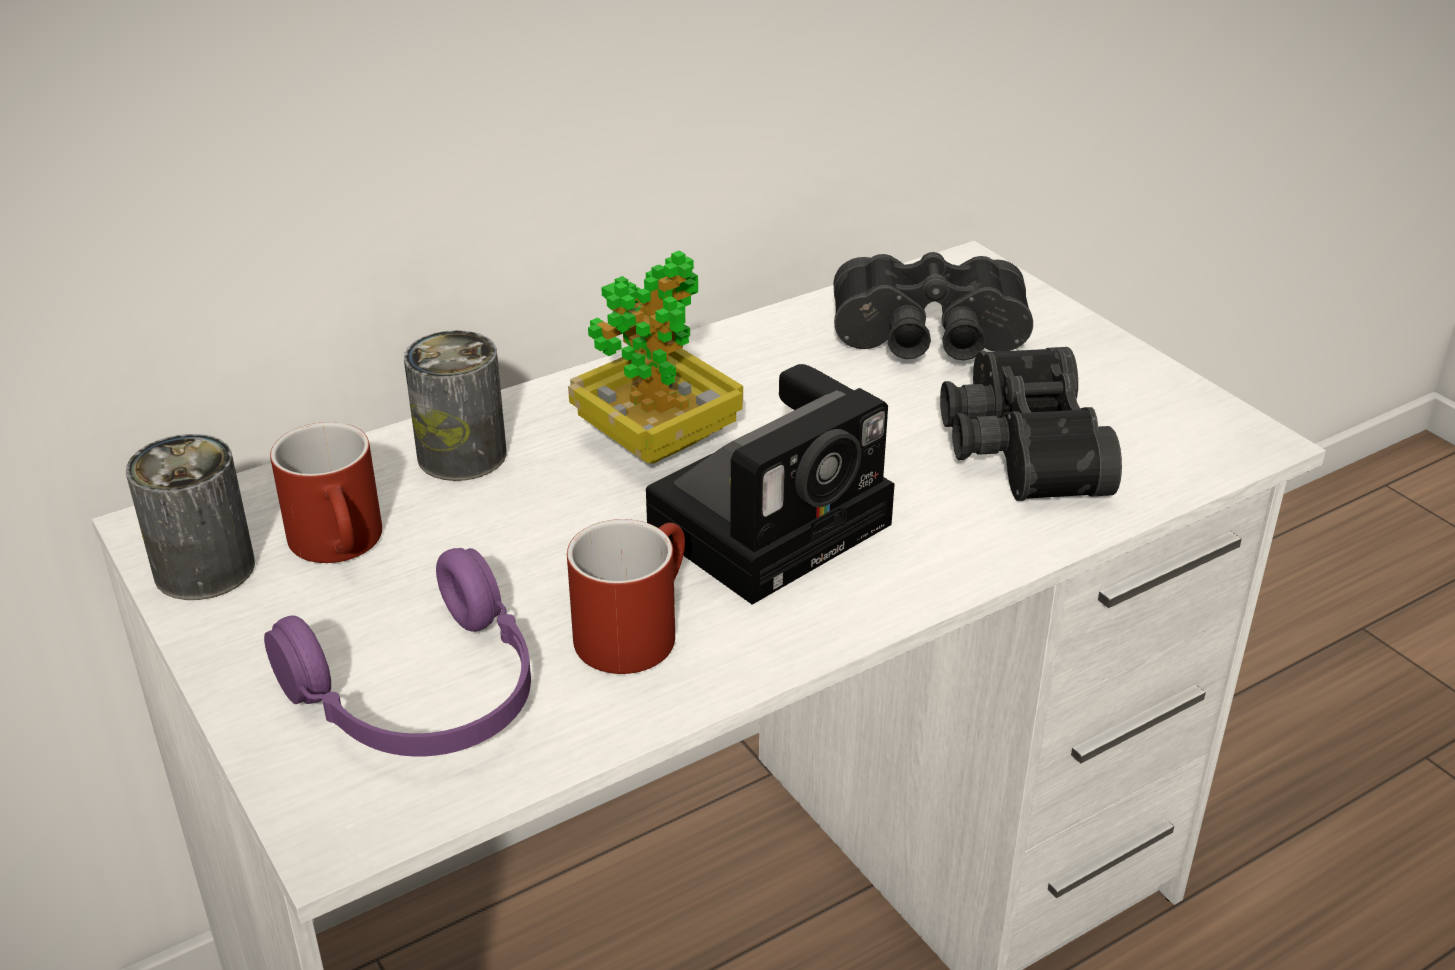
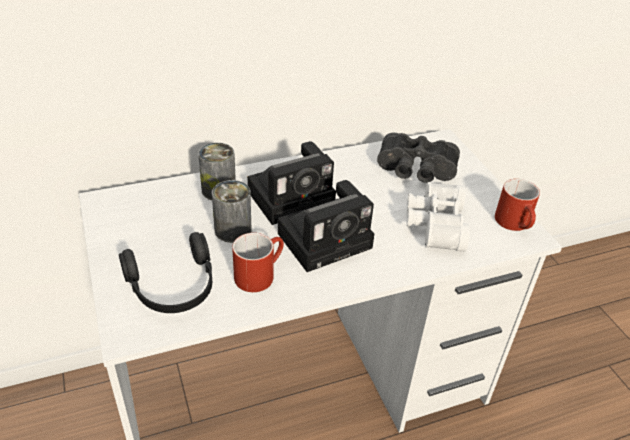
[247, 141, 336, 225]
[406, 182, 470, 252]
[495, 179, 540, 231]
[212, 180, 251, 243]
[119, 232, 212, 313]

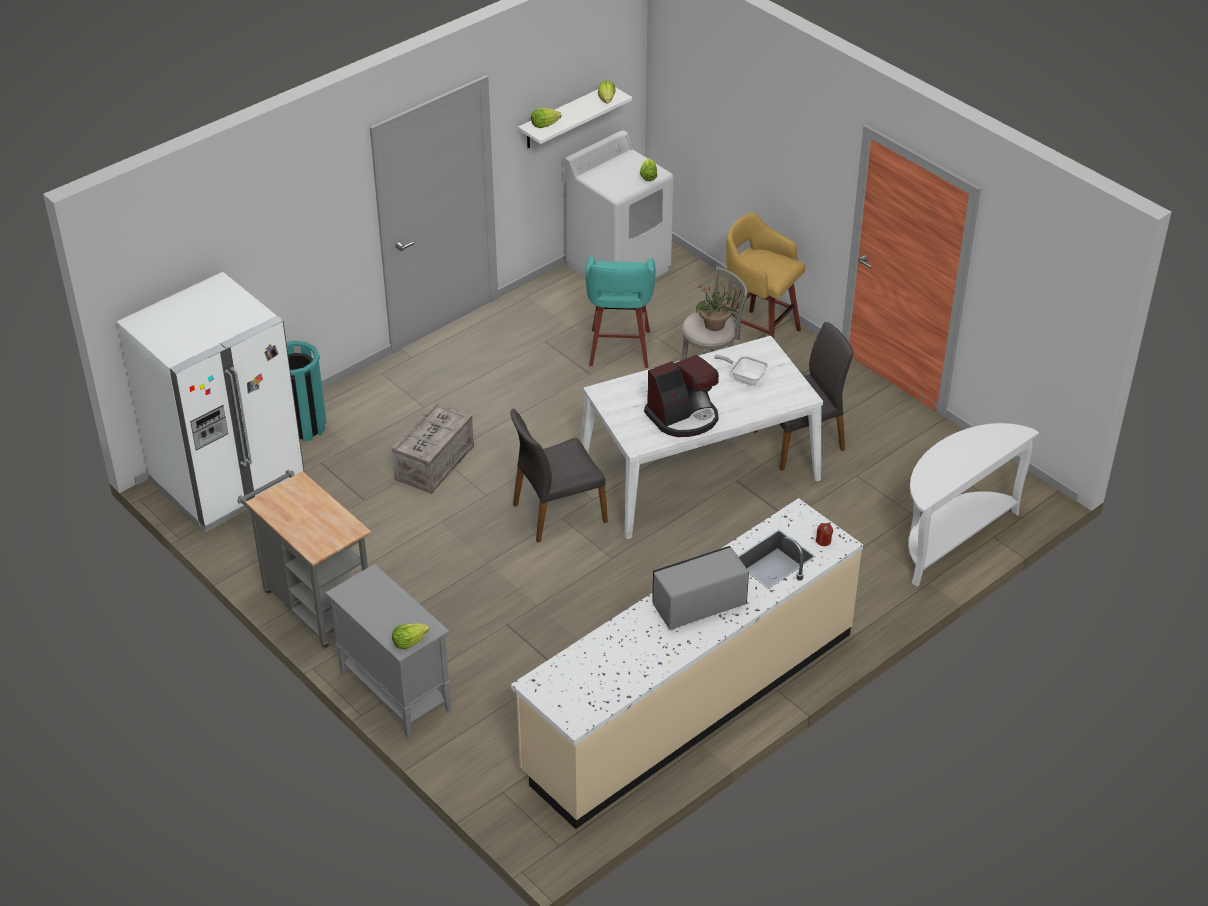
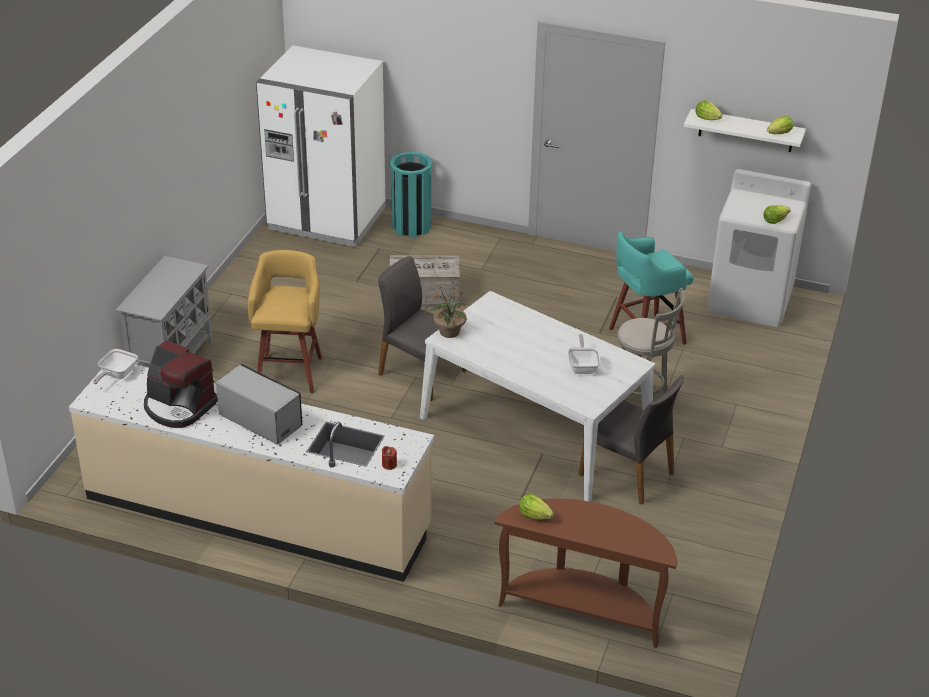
[248, 250, 322, 393]
[429, 285, 467, 338]
[144, 340, 218, 428]
[494, 498, 678, 648]
[237, 470, 371, 649] (first image)
[519, 494, 554, 520]
[93, 349, 138, 384]

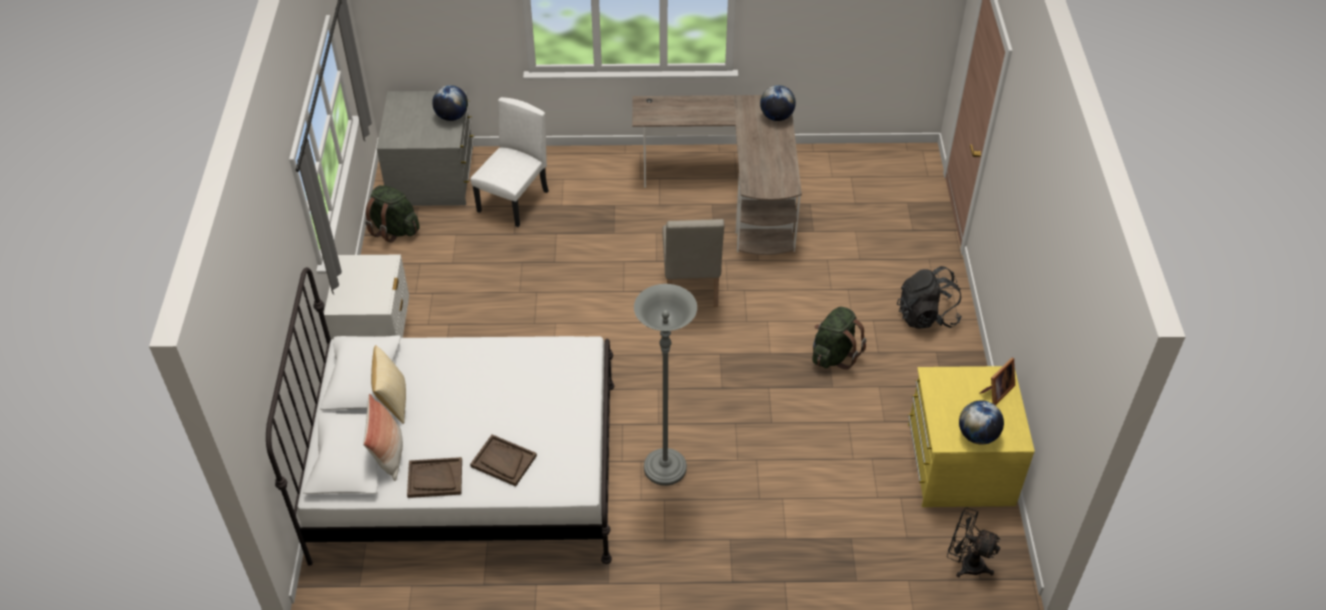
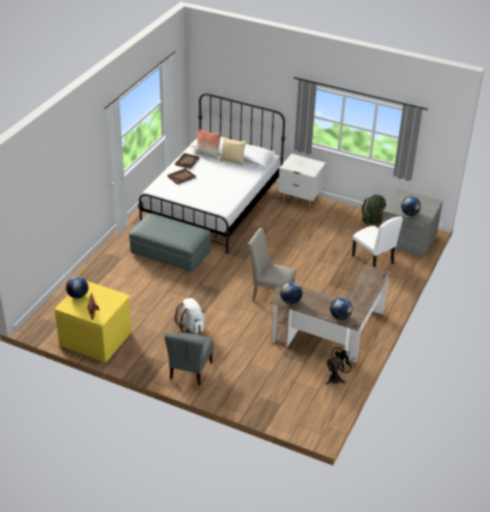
[164, 333, 214, 385]
[129, 213, 211, 272]
[174, 298, 204, 334]
[326, 345, 355, 385]
[280, 282, 302, 304]

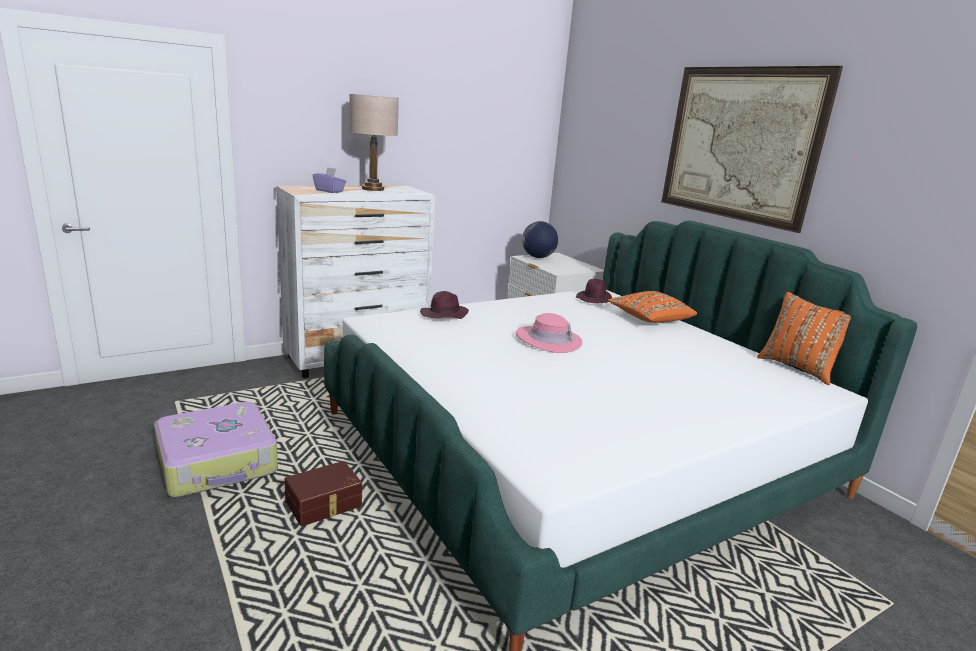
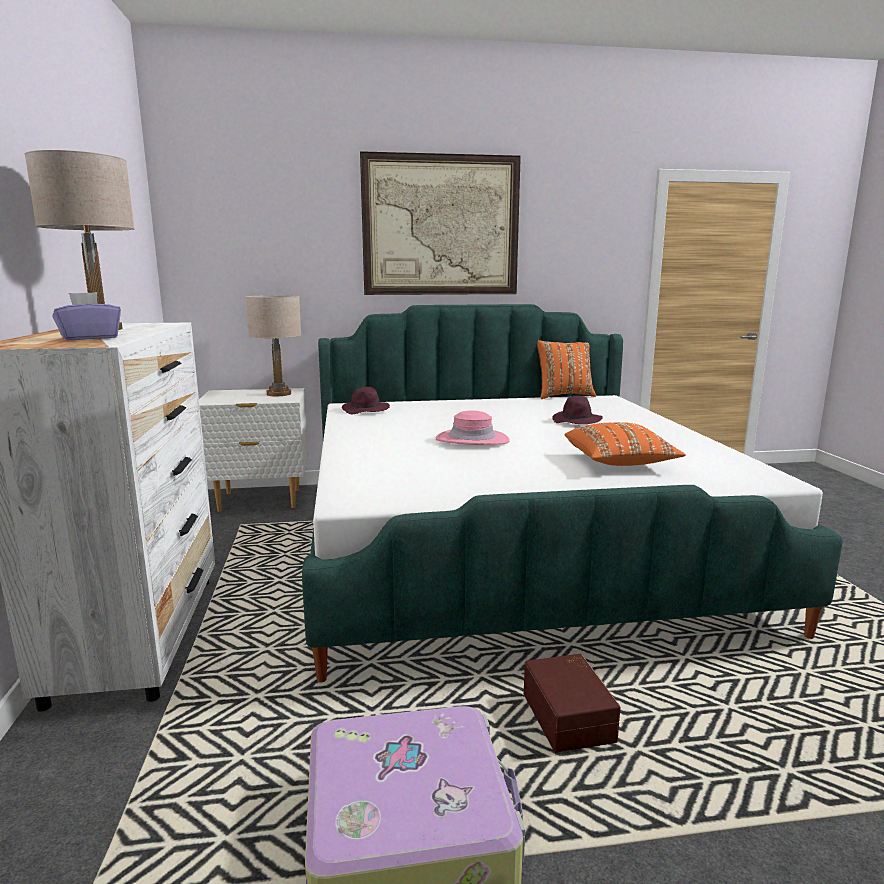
[522, 221, 558, 258] (first image)
[552, 396, 603, 424]
[564, 422, 686, 466]
[246, 295, 301, 396]

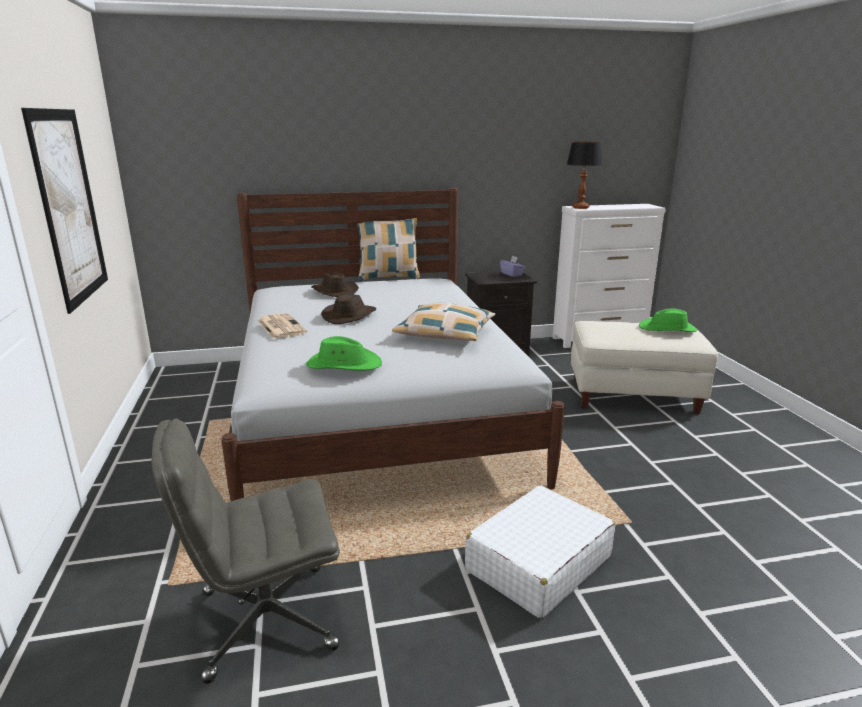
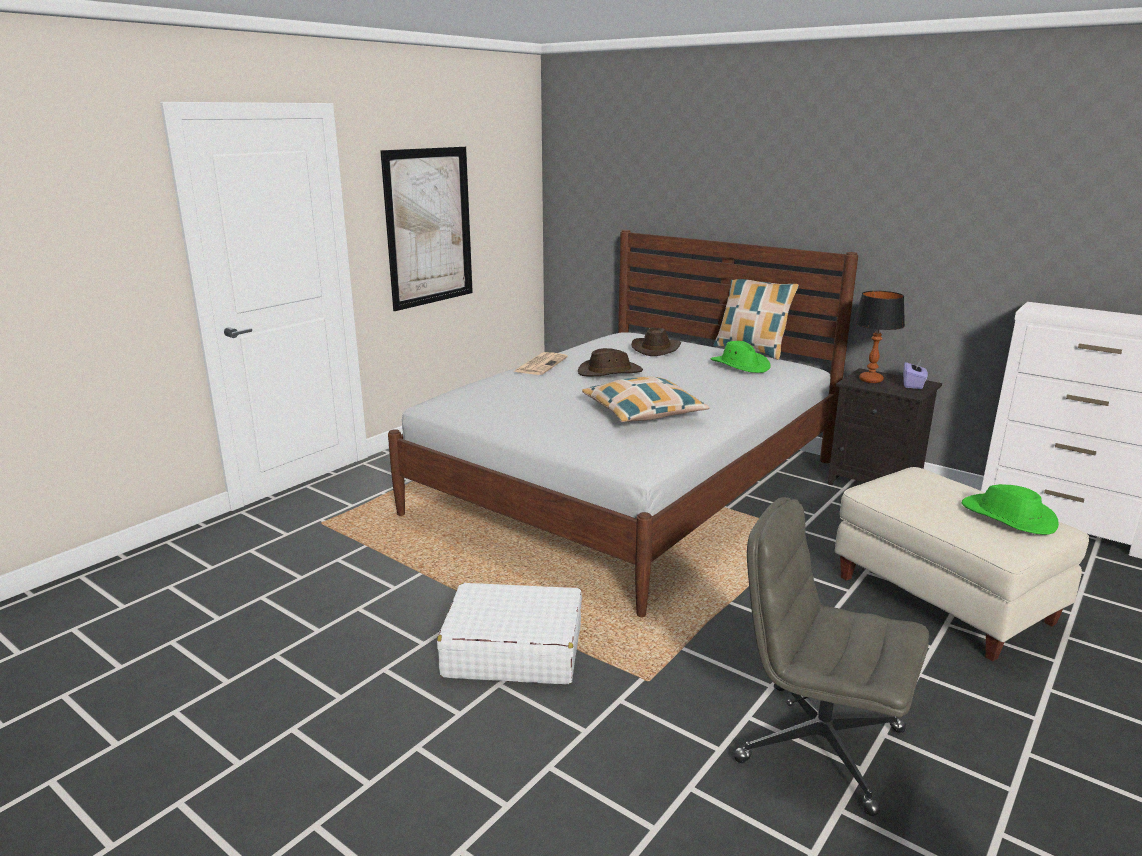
[853, 291, 905, 383]
[710, 341, 771, 373]
[734, 497, 929, 816]

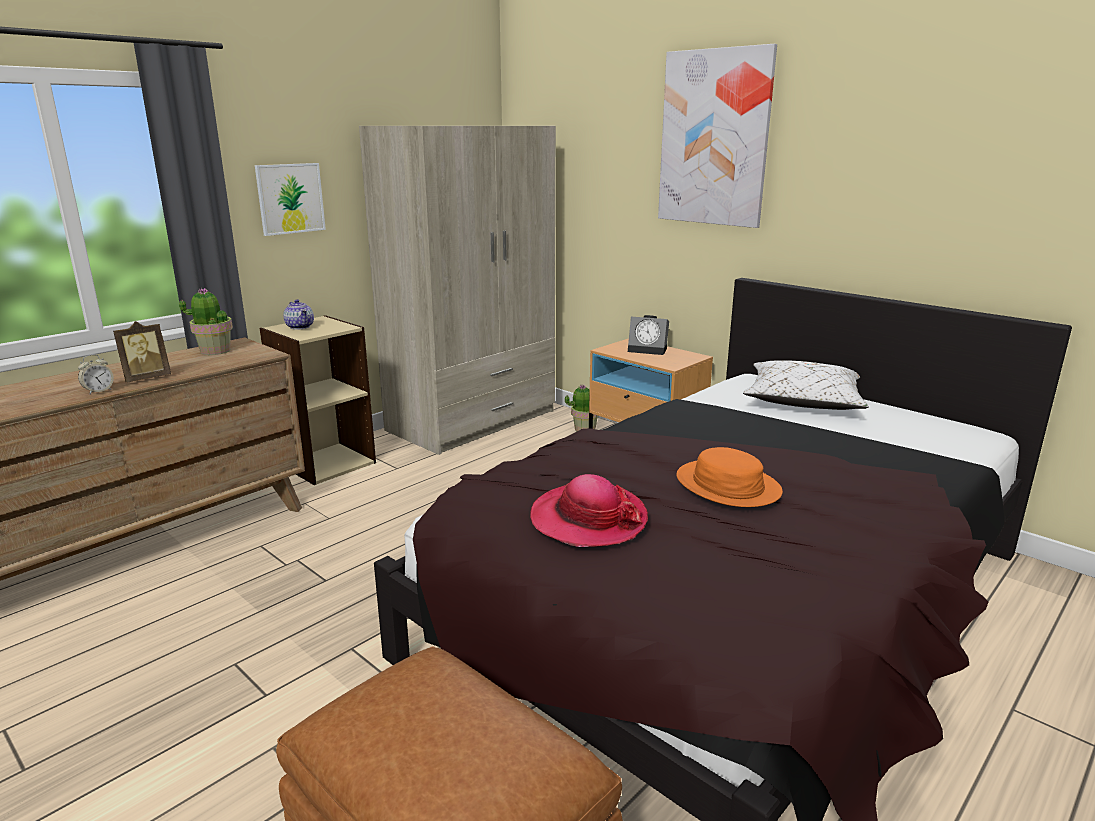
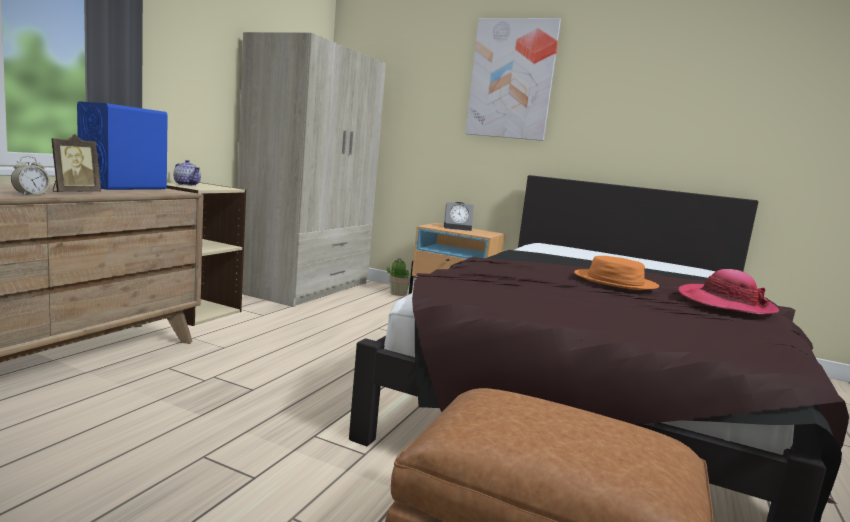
[255, 163, 326, 236] (first image)
[77, 101, 168, 190]
[743, 360, 869, 410] (first image)
[678, 269, 779, 314]

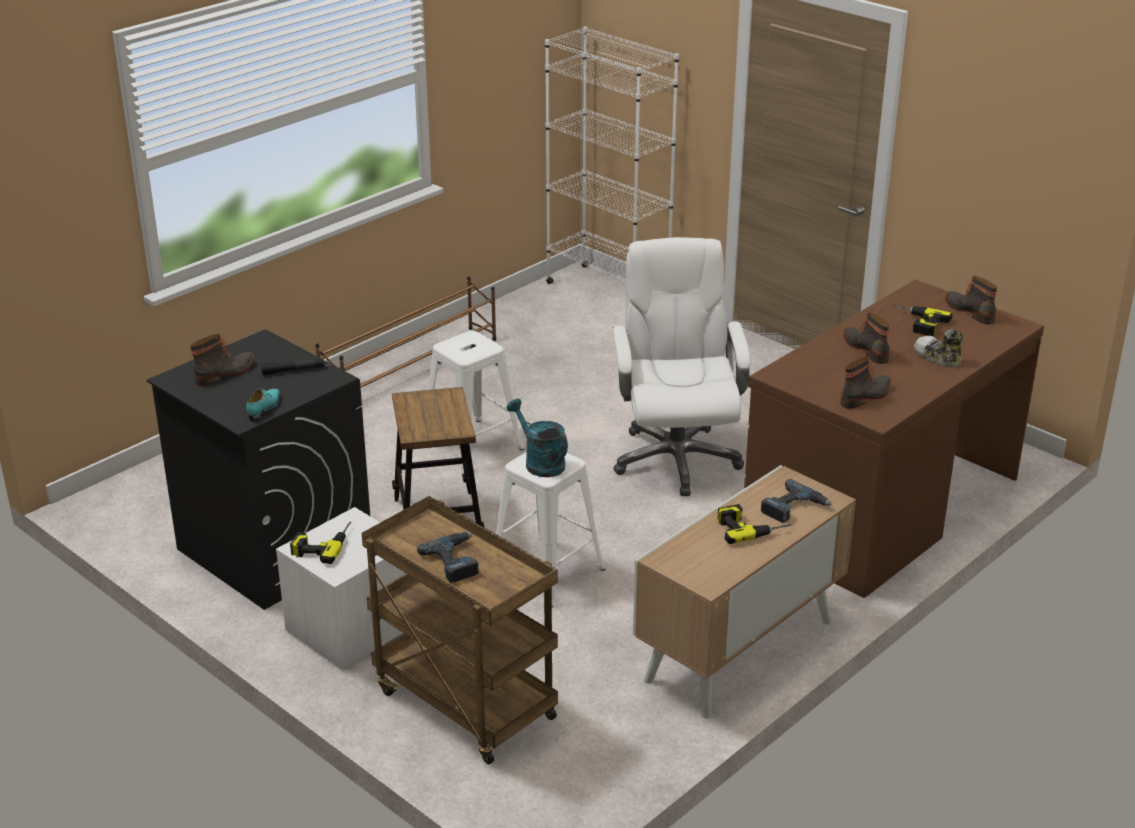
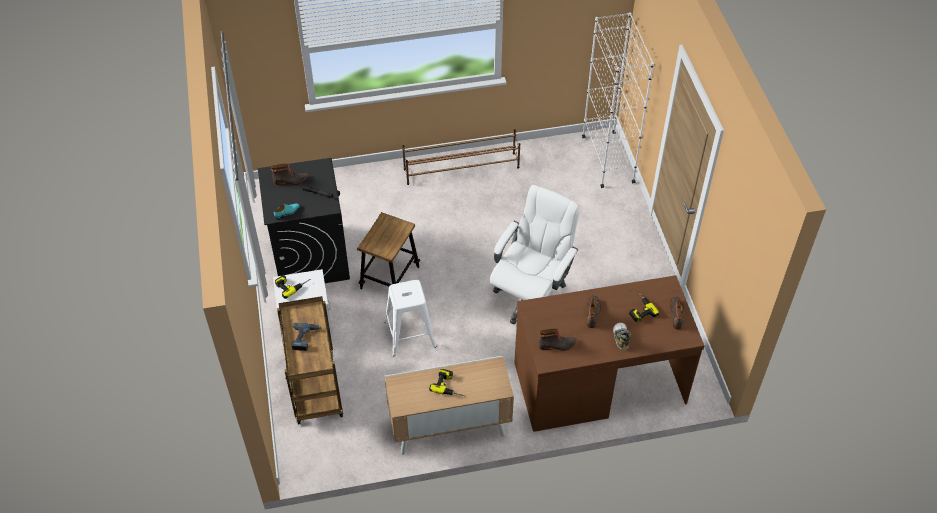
[428, 331, 524, 474] (first image)
[506, 399, 568, 477] (first image)
[761, 479, 832, 523] (first image)

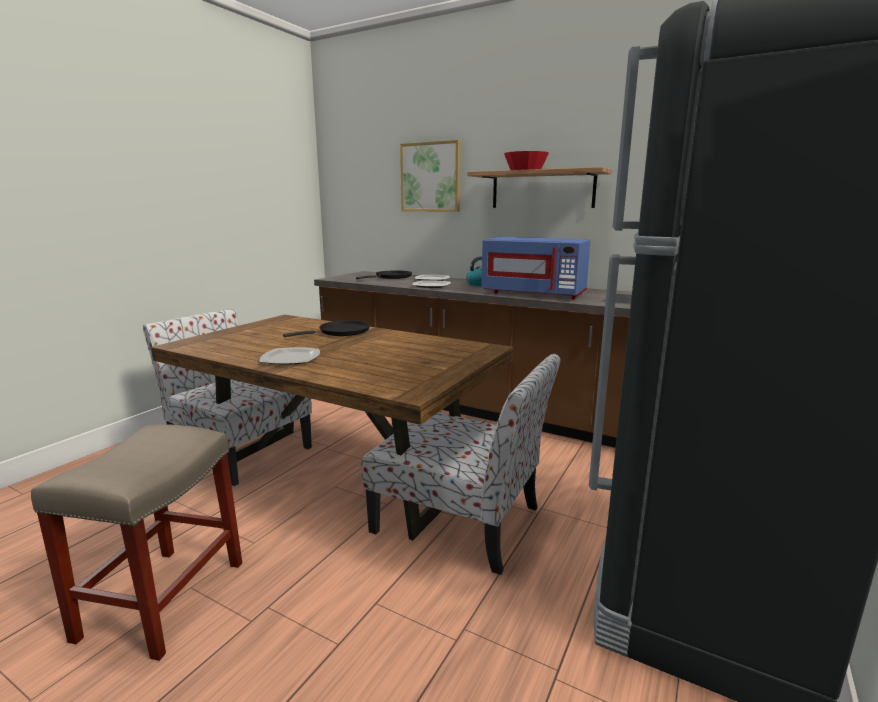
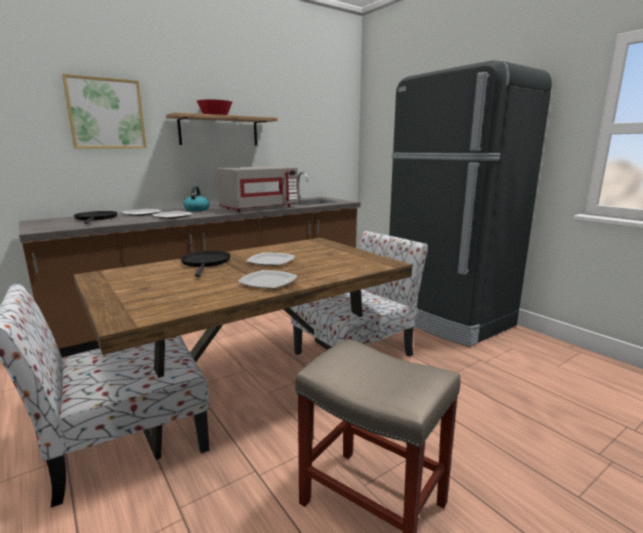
[217, 166, 298, 212]
[246, 253, 295, 266]

